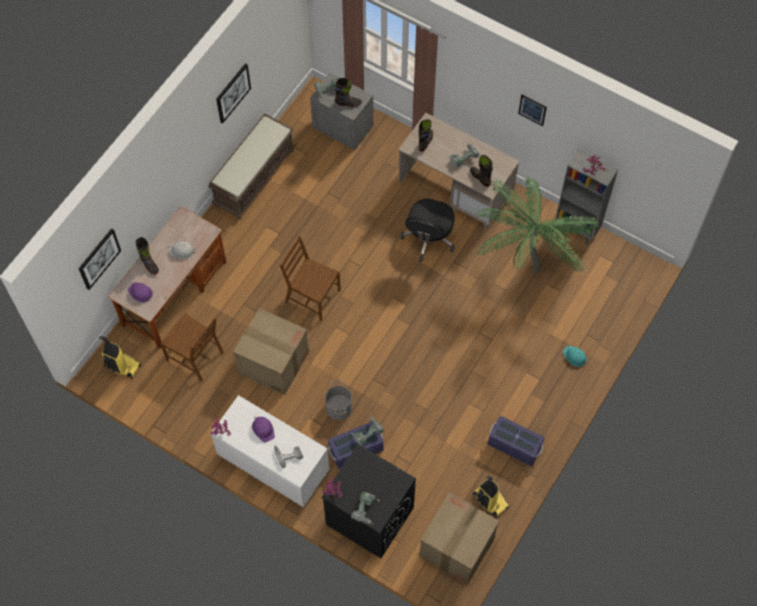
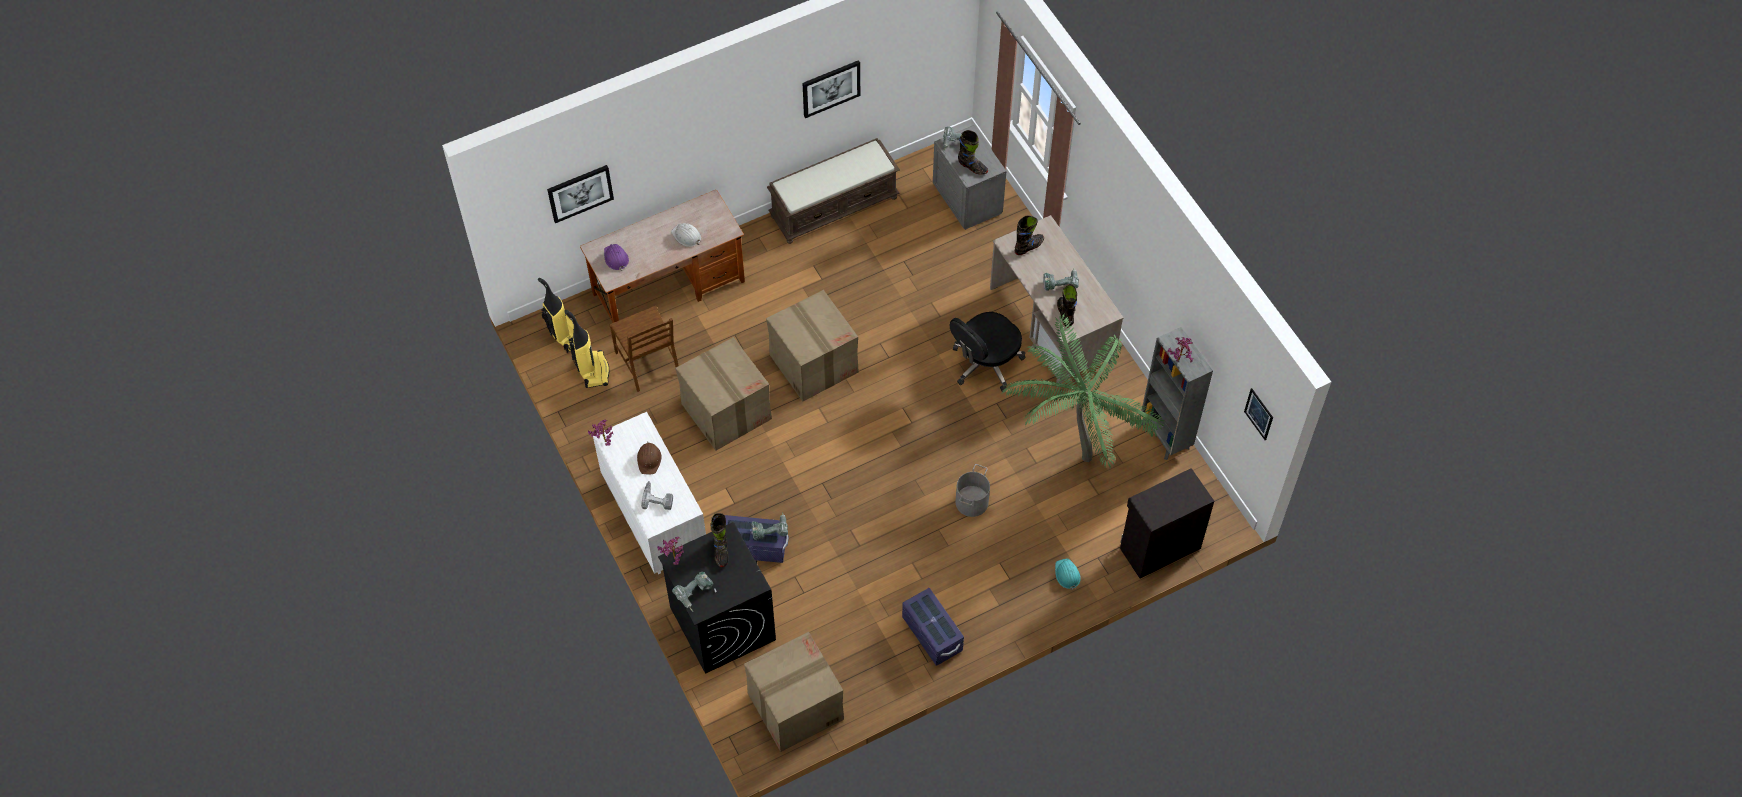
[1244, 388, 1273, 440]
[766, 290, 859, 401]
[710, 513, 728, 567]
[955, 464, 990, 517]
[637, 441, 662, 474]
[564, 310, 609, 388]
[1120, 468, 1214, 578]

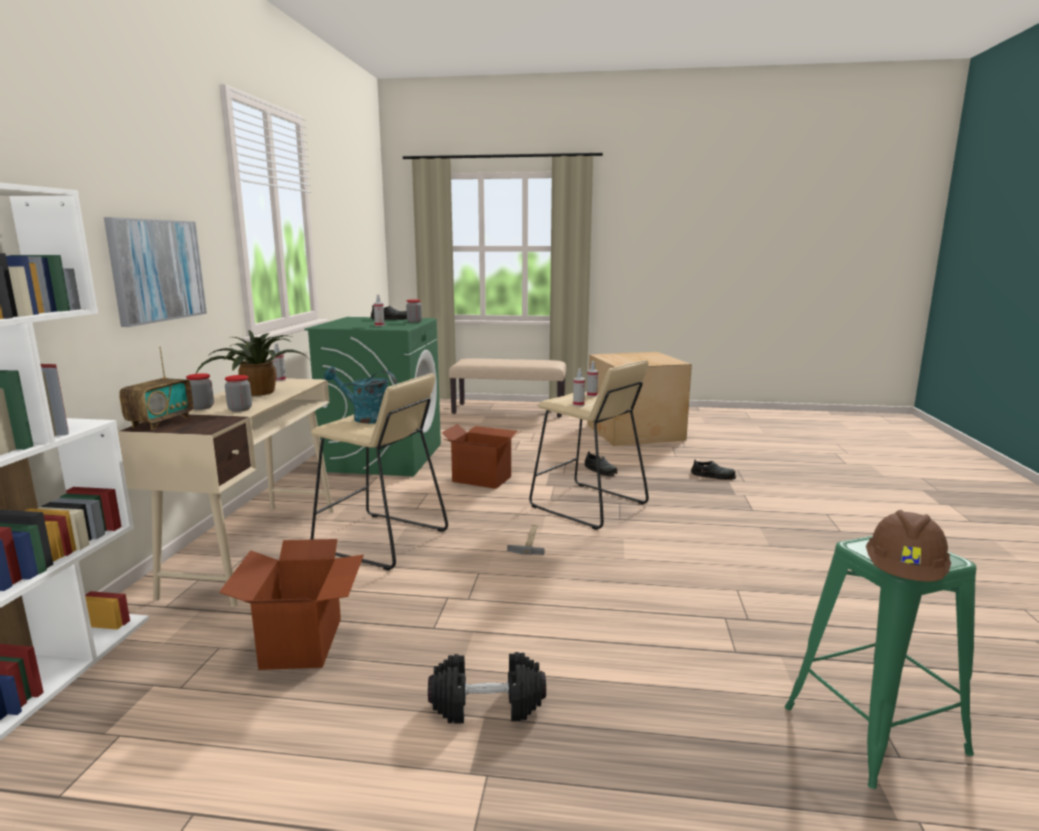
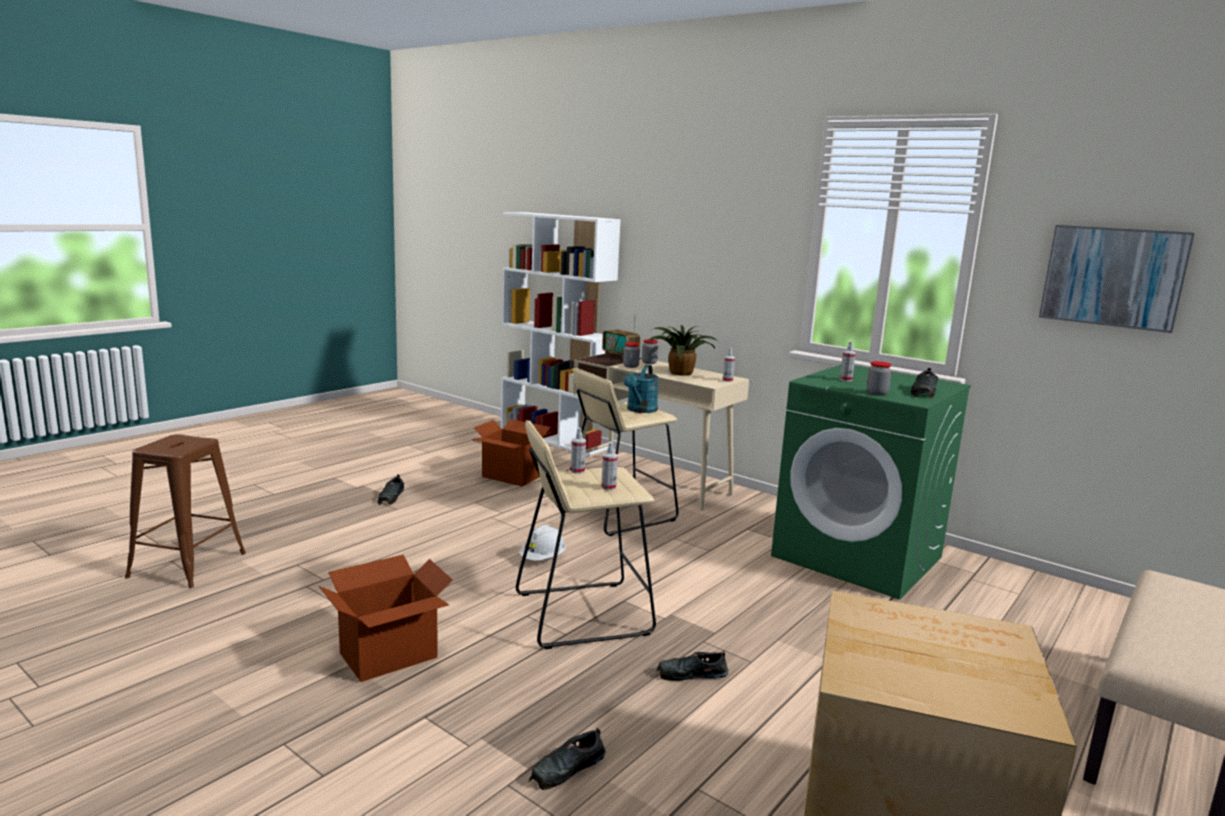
[1039, 225, 1195, 333]
[624, 364, 659, 413]
[319, 555, 453, 682]
[866, 510, 951, 582] (first image)
[519, 525, 566, 561]
[125, 434, 246, 588]
[378, 475, 404, 505]

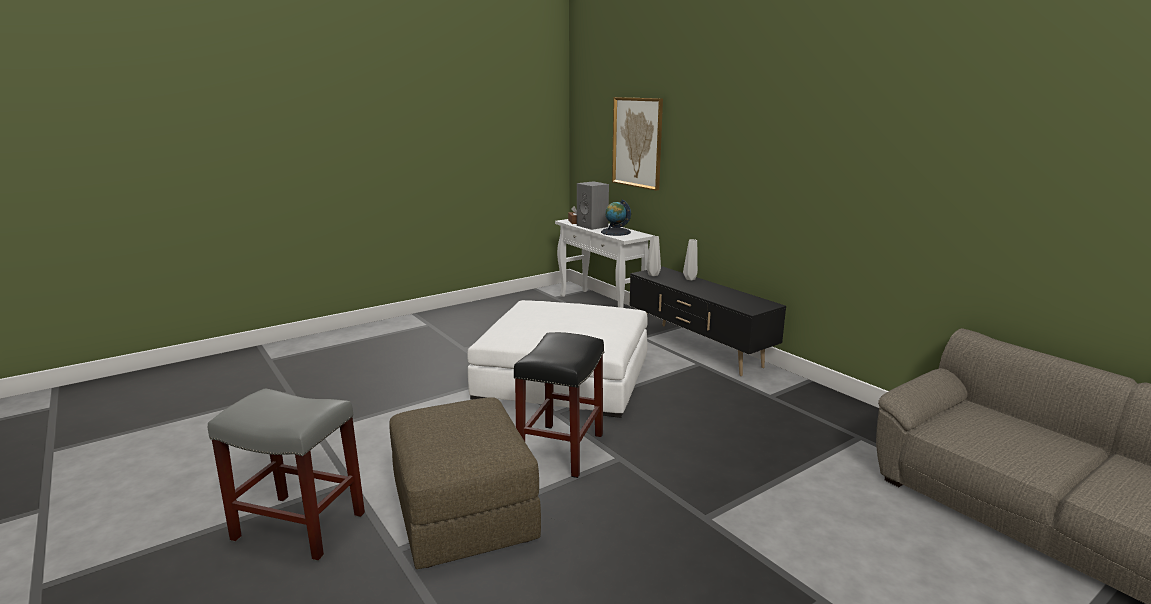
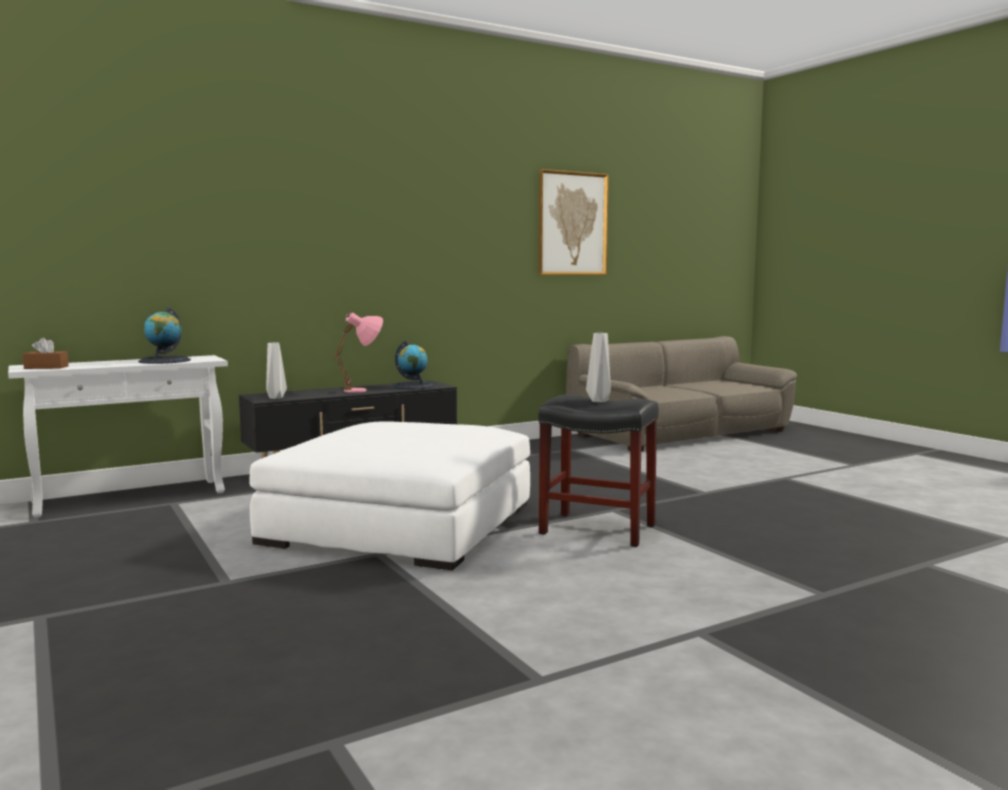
[538, 169, 609, 275]
[577, 181, 609, 230] (first image)
[586, 333, 611, 402]
[208, 388, 365, 561] (first image)
[389, 397, 541, 569] (first image)
[334, 312, 383, 393]
[393, 341, 434, 389]

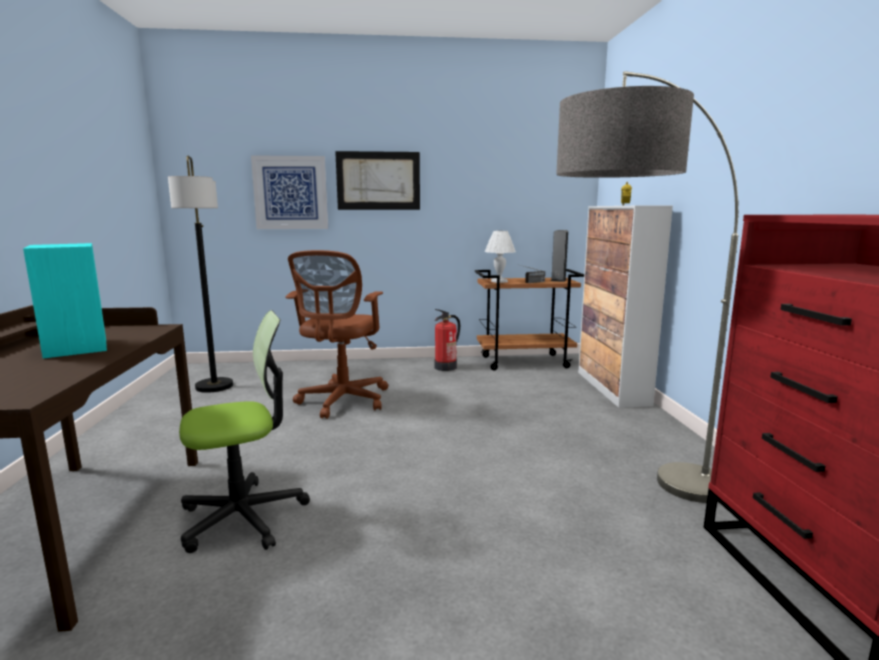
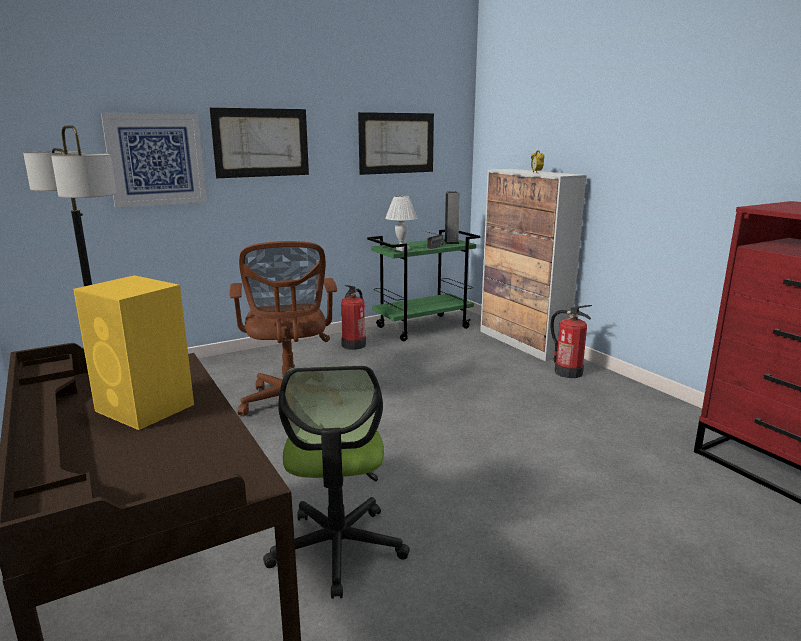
[556, 71, 738, 503] (first image)
[73, 275, 194, 430]
[367, 230, 480, 341]
[263, 365, 410, 599]
[358, 112, 434, 175]
[550, 305, 592, 378]

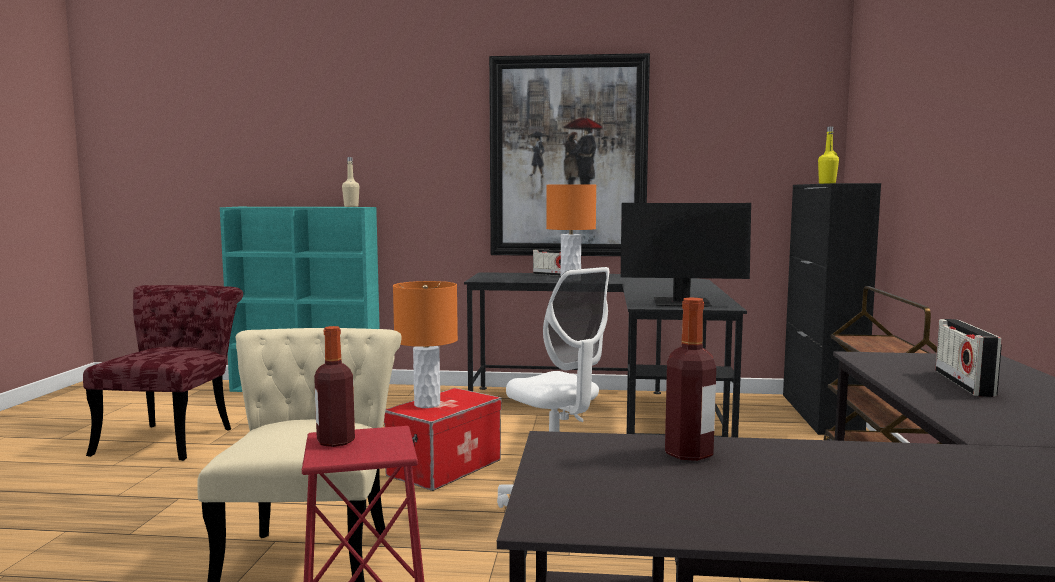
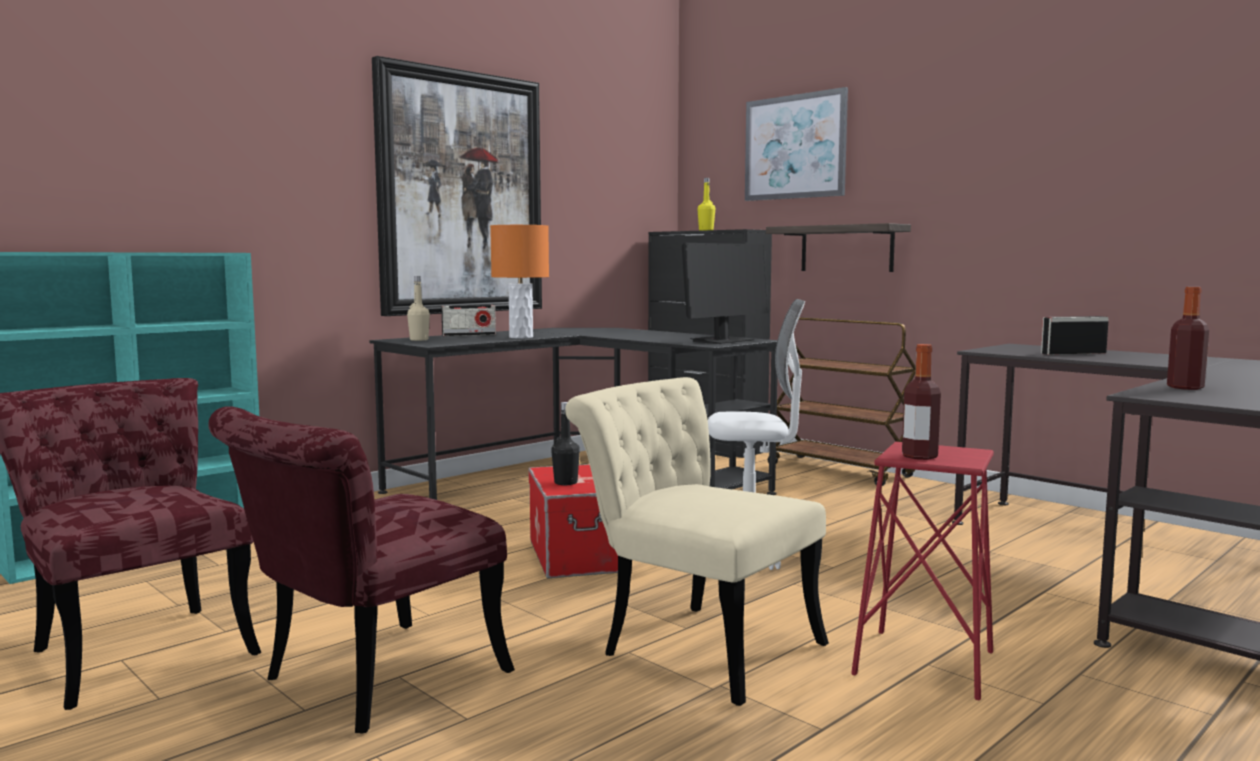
[407, 276, 430, 341]
[551, 402, 580, 485]
[1041, 316, 1108, 355]
[745, 87, 848, 201]
[766, 223, 911, 272]
[208, 406, 515, 733]

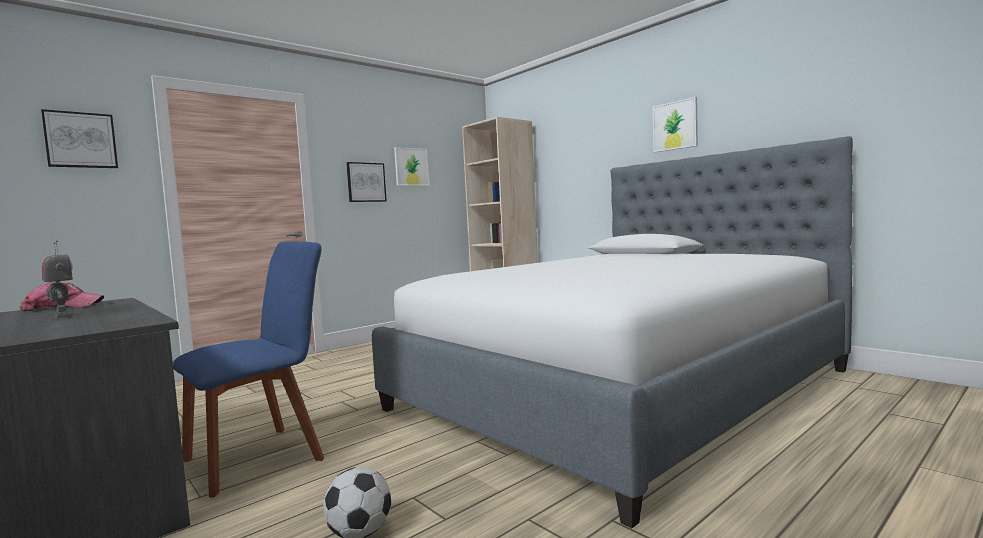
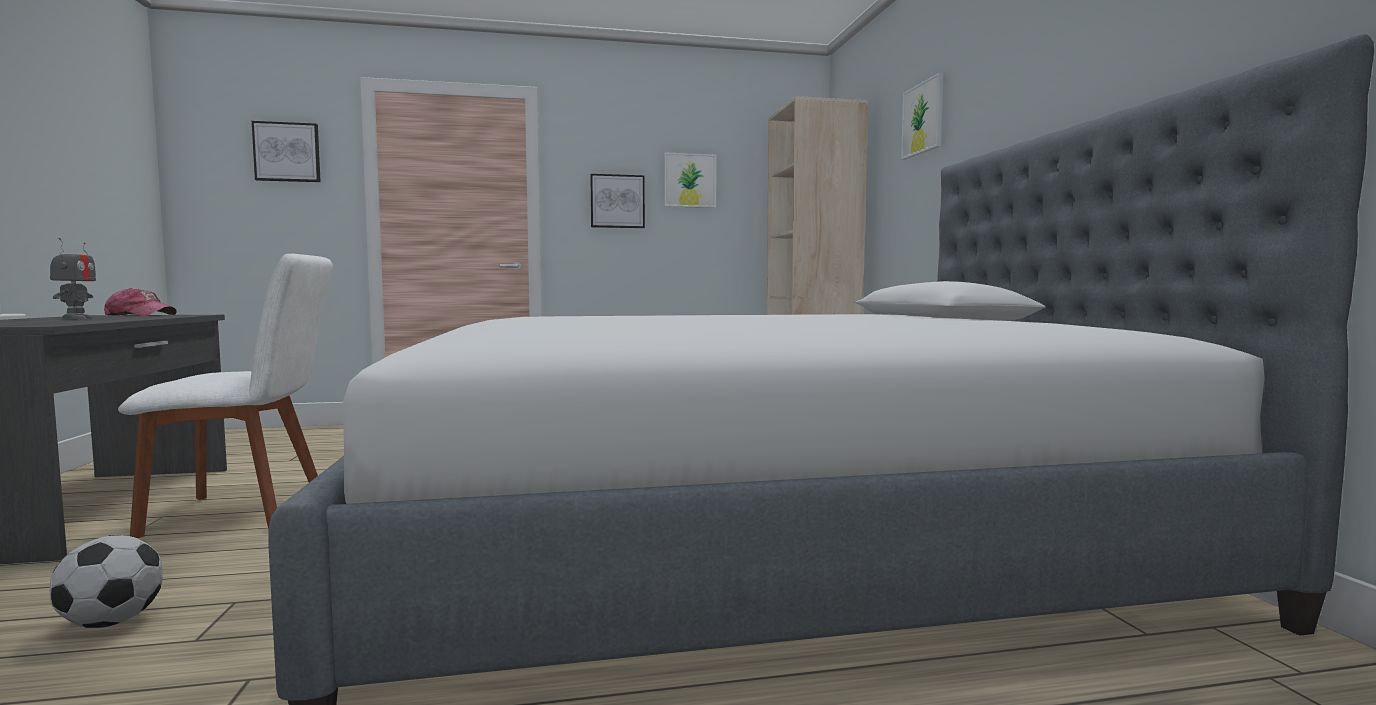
[901, 73, 943, 160]
[118, 253, 333, 538]

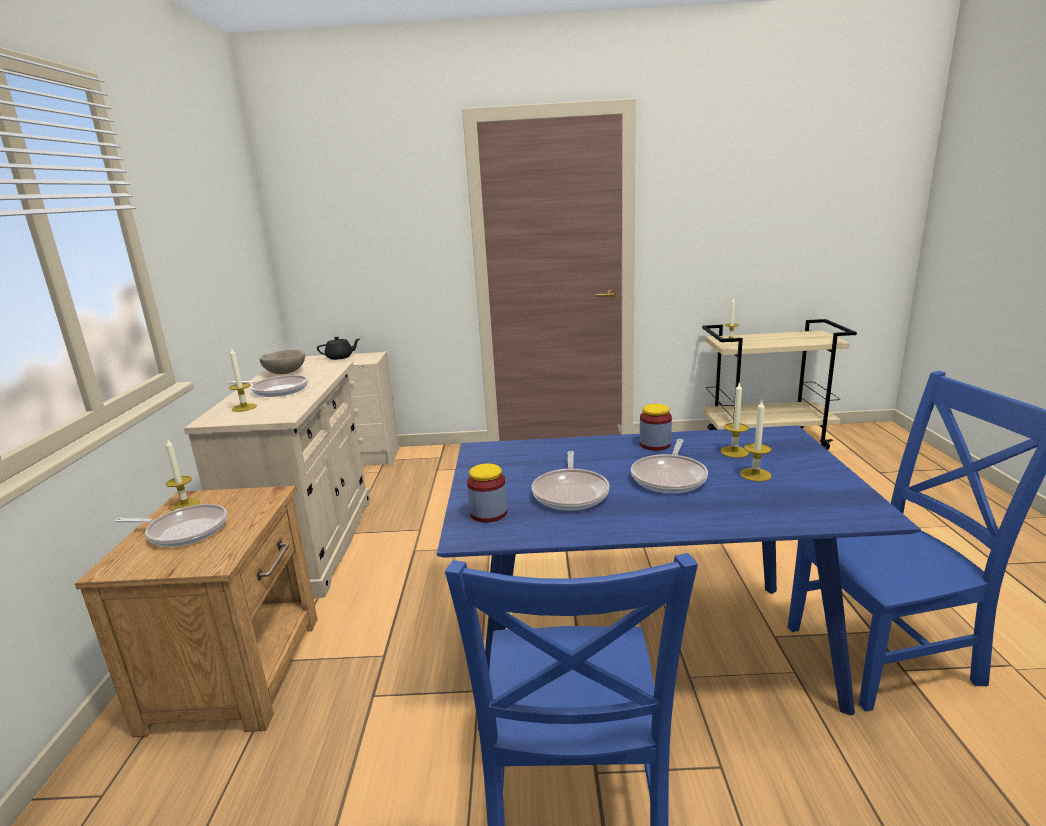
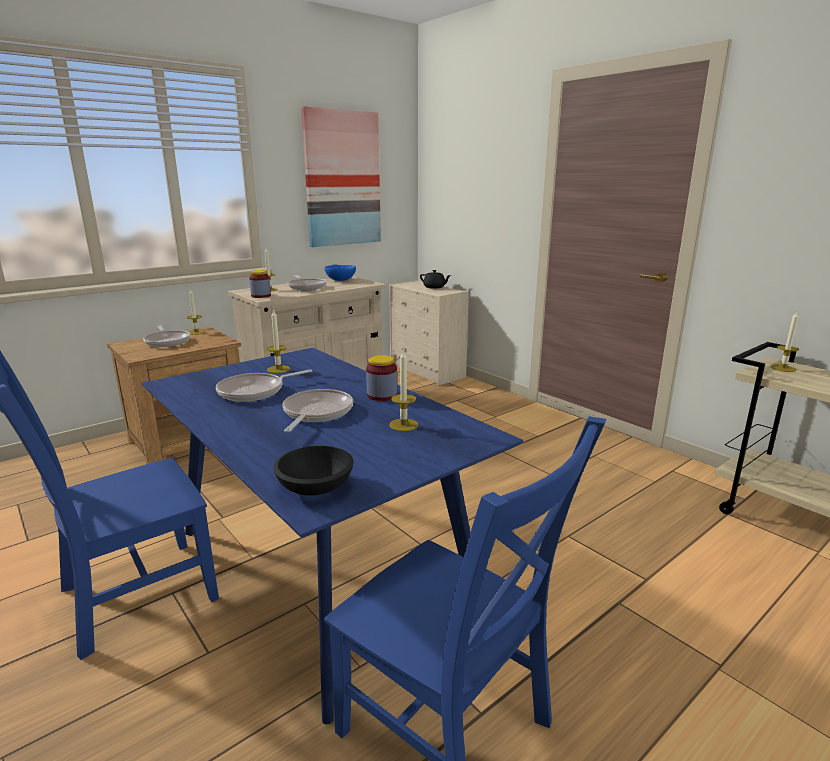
[325, 264, 356, 281]
[267, 309, 290, 373]
[282, 389, 353, 432]
[249, 270, 271, 298]
[301, 106, 381, 247]
[273, 446, 354, 496]

